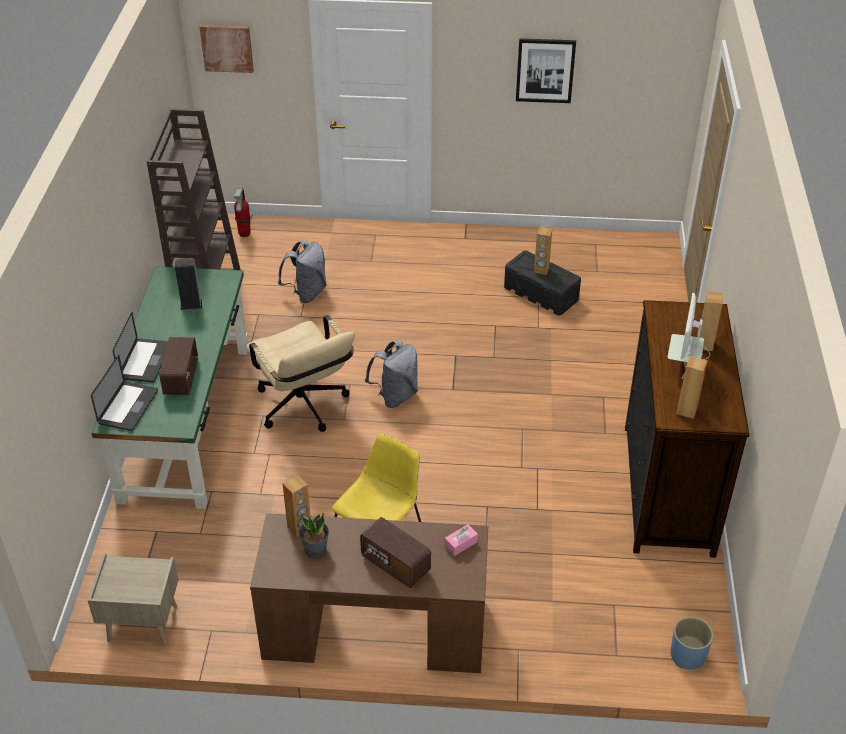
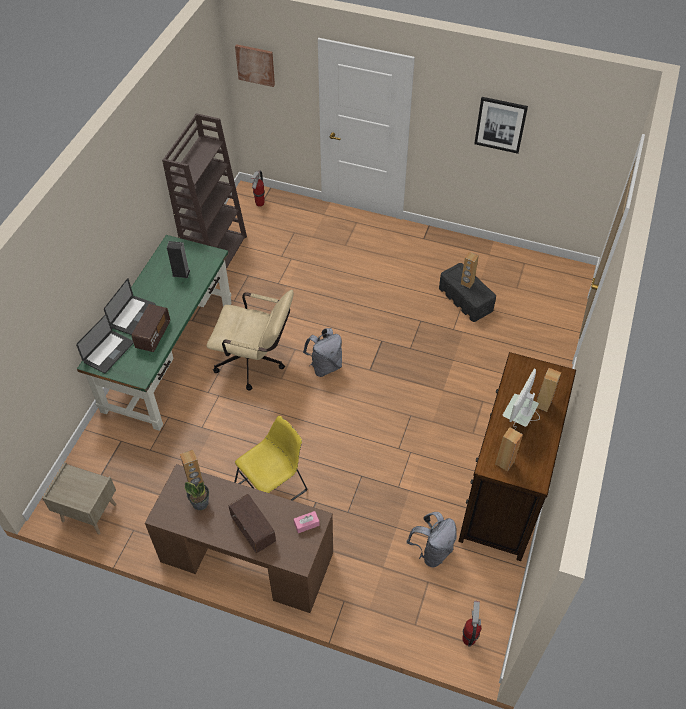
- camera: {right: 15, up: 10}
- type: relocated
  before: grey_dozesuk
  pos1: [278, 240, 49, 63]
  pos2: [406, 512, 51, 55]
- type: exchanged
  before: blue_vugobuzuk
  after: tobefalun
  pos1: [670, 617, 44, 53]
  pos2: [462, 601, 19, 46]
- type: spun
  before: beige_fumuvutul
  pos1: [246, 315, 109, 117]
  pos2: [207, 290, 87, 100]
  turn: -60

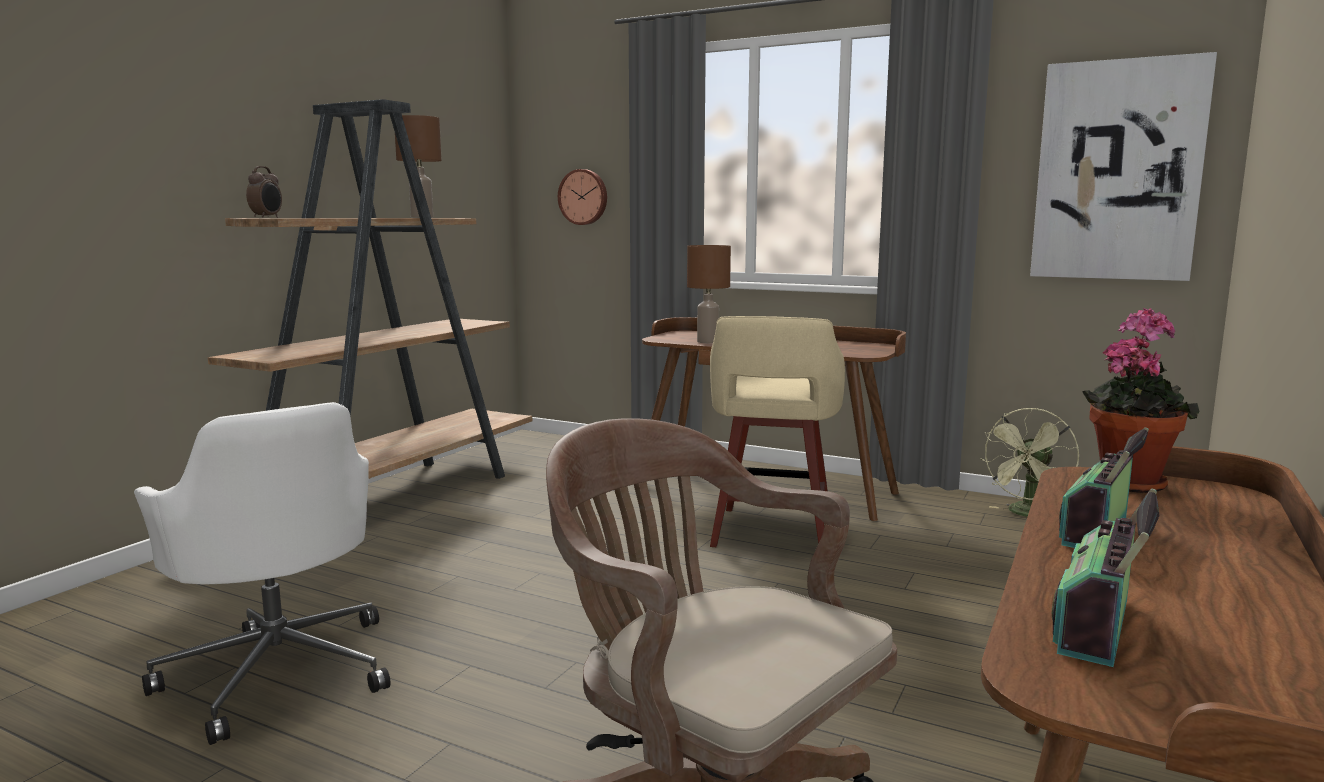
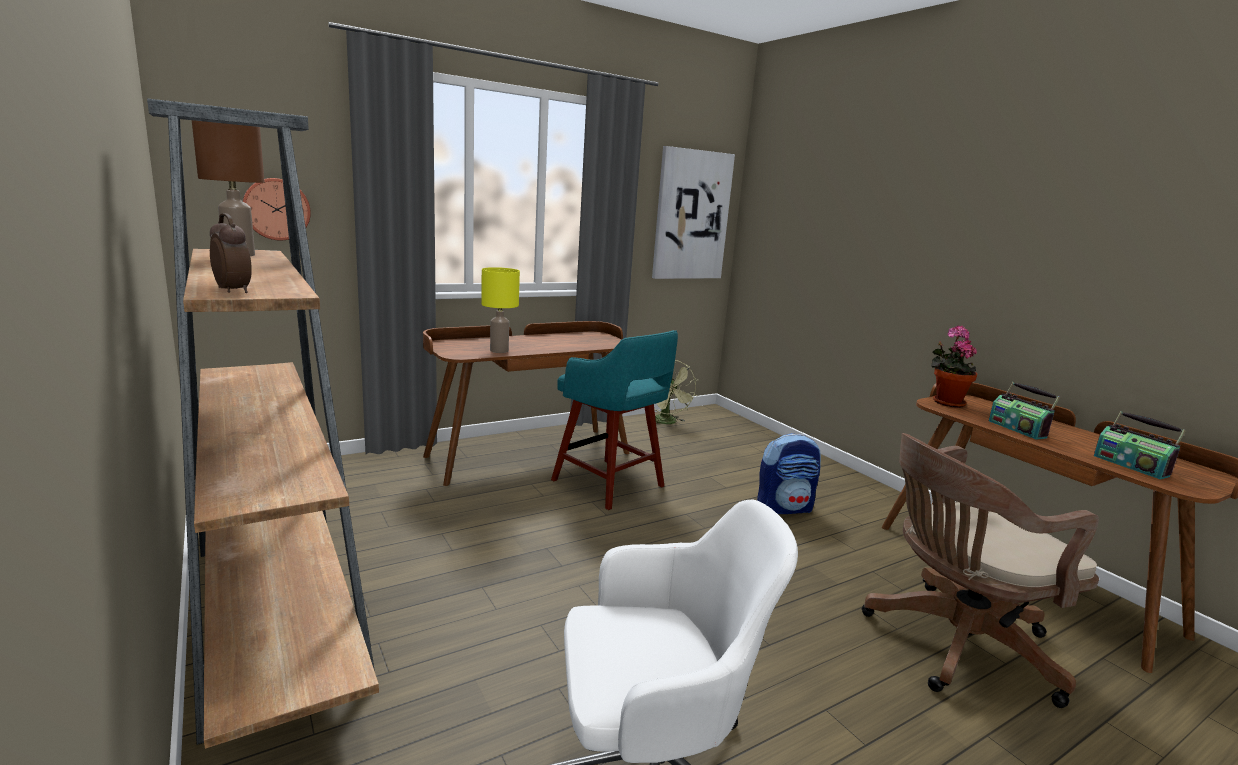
- camera: {right: -60, up: 5}
- type: appeared
  after: dozesuk
  pos2: [757, 433, 64, 81]
- type: colour
  before: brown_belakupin
  after: yellow_belakupin
  pos1: [687, 245, 44, 98]
  pos2: [481, 267, 39, 86]
- type: colour
  before: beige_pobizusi
  after: turquoise_pobizusi
  pos1: [710, 316, 135, 231]
  pos2: [551, 330, 127, 180]

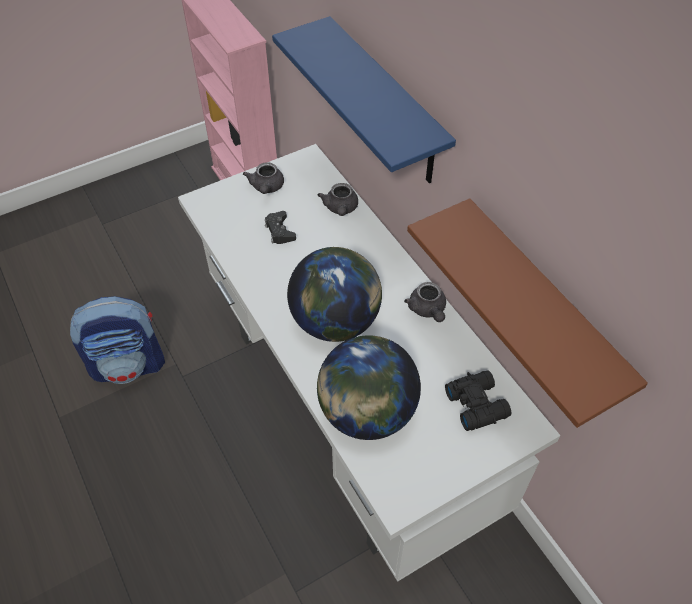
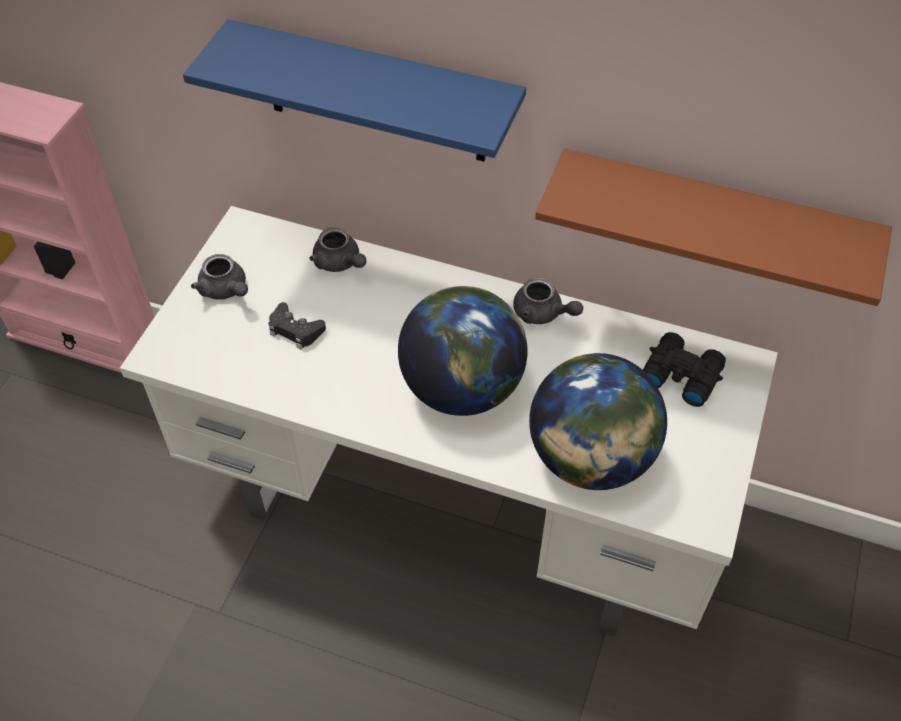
- camera: {right: -40, up: 0}
- type: missing
  before: dozesuk
  pos1: [70, 296, 95, 88]

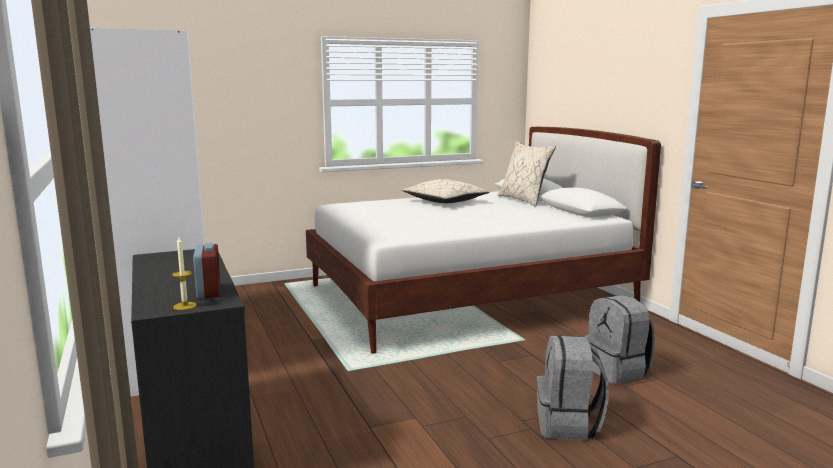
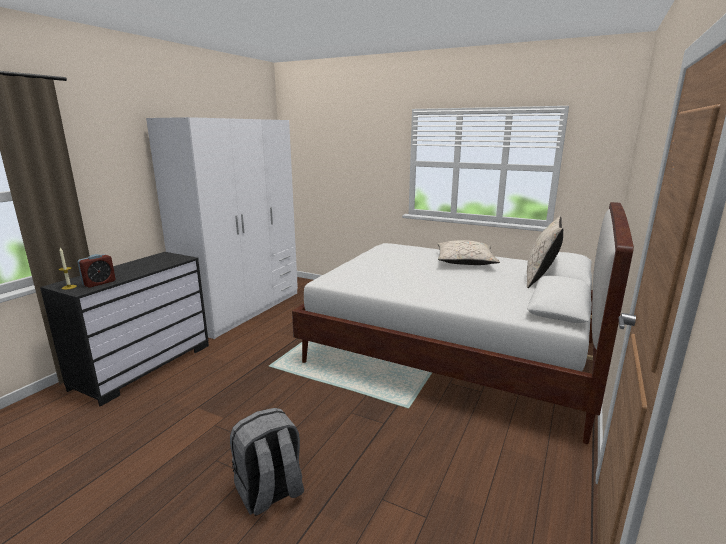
- camera: {right: 50, up: 5}
- type: missing
  before: grey_dozesuk
  pos1: [584, 295, 71, 89]

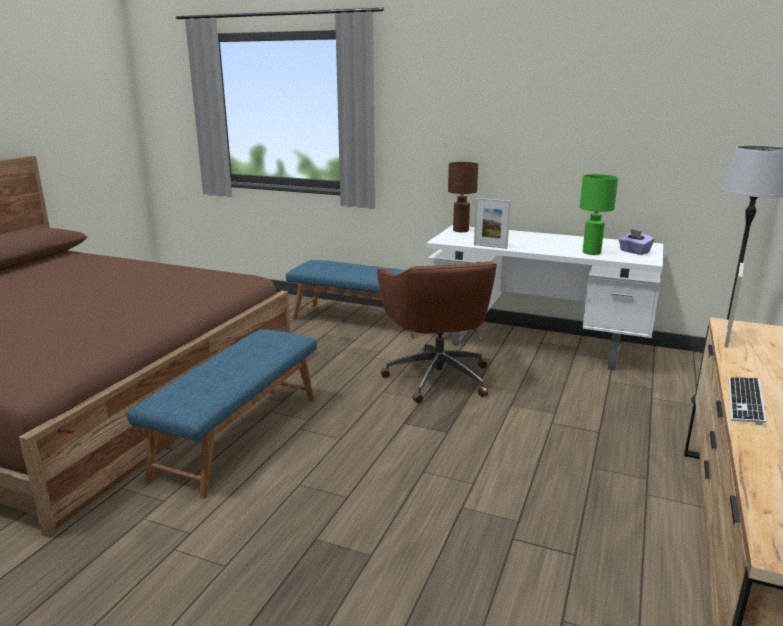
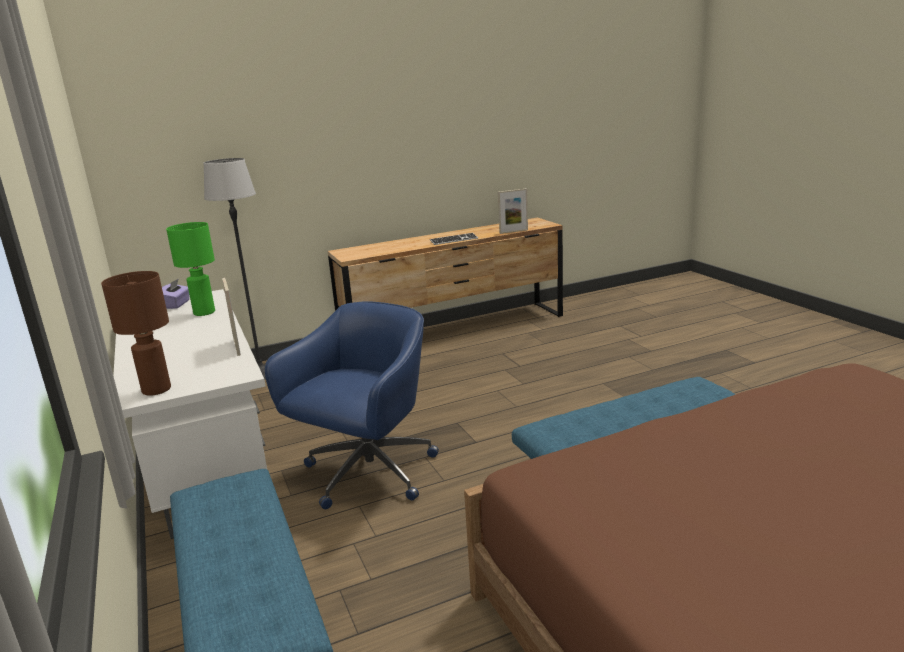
- camera: {right: -135, up: 0}
- type: relocated
  before: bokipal
  pos1: [724, 263, 20, 85]
  pos2: [498, 189, 30, 45]
- type: colour
  before: brown_fumuvutul
  after: blue_fumuvutul
  pos1: [377, 262, 120, 141]
  pos2: [265, 301, 174, 208]

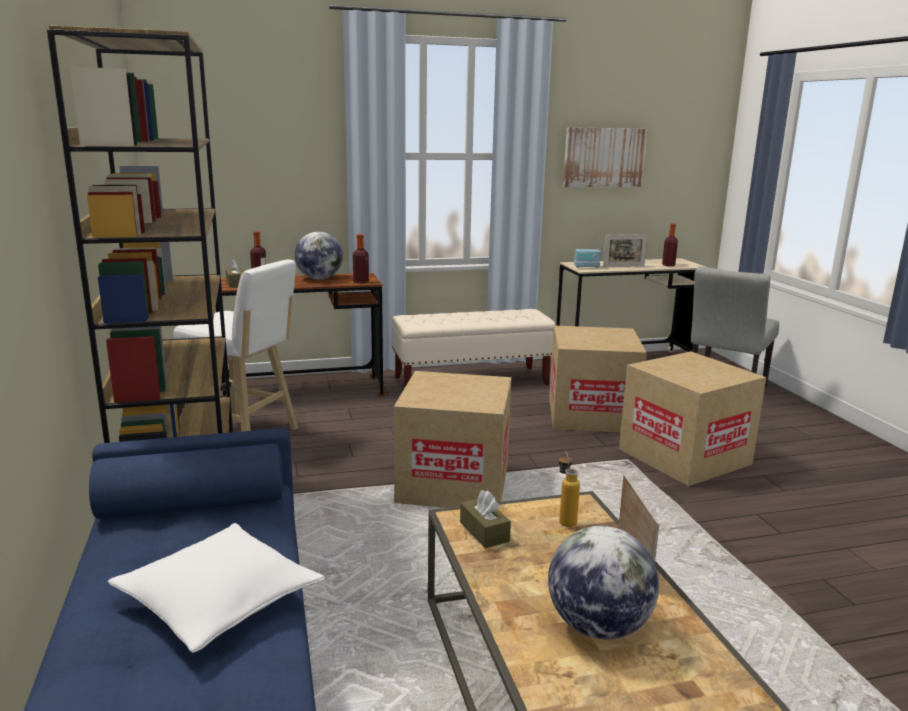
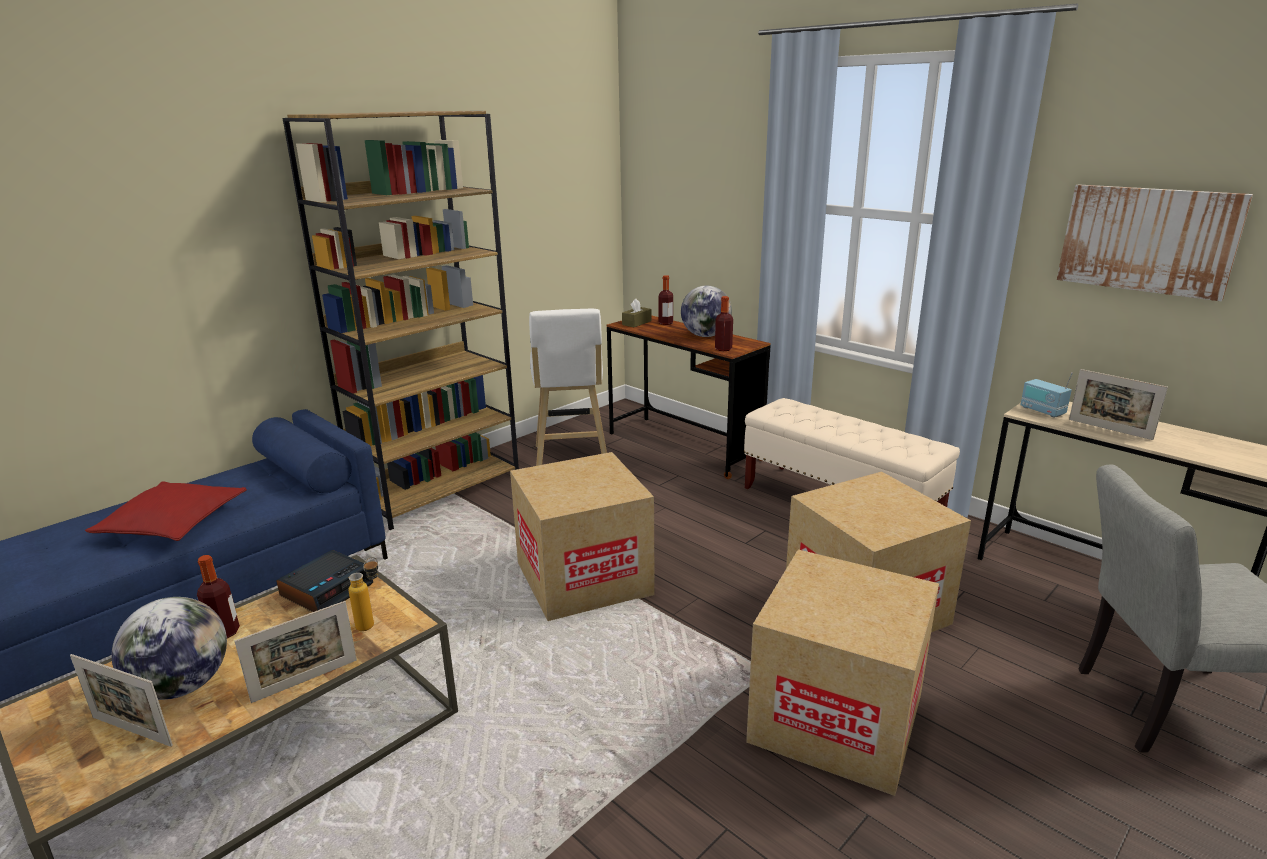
- camera: {right: 60, up: 5}
- type: appeared
  after: bokipal
  pos2: [70, 654, 103, 93]
- type: relocated
  before: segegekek
  pos1: [662, 223, 16, 43]
  pos2: [197, 555, 43, 83]
- type: exchanged
  before: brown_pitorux
  after: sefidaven
  pos1: [460, 490, 51, 58]
  pos2: [276, 550, 97, 62]
- type: colour
  before: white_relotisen
  after: red_relotisen
  pos1: [108, 523, 217, 130]
  pos2: [85, 481, 162, 60]

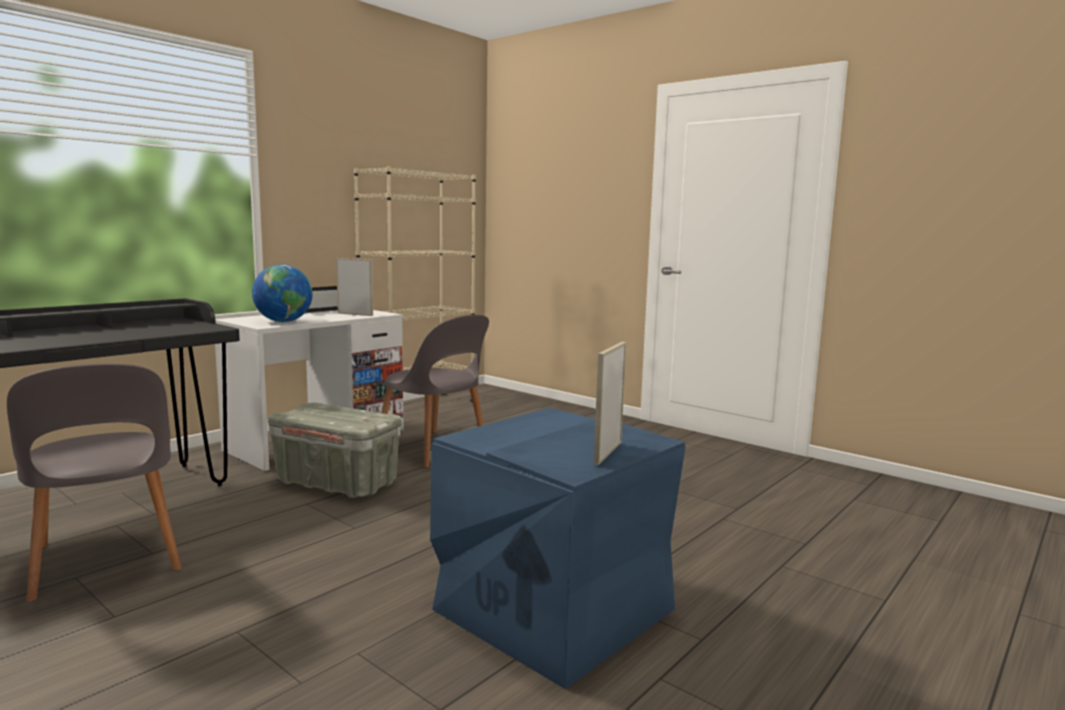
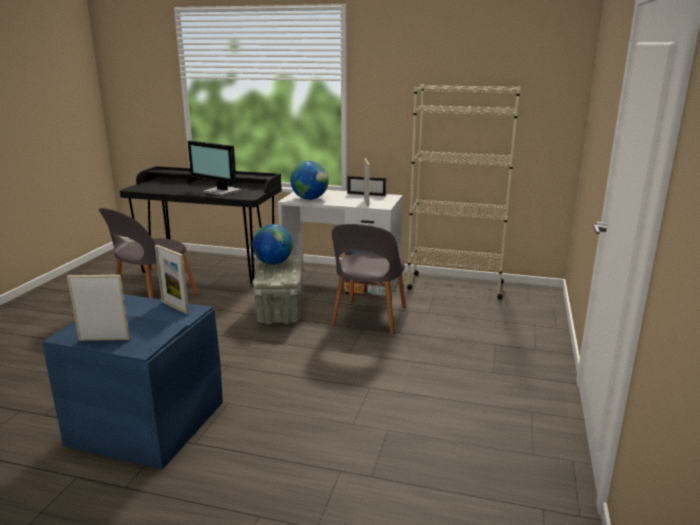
- camera: {right: 65, up: 10}
- type: appeared
  after: bokipal
  pos2: [155, 245, 34, 69]
- type: appeared
  after: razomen
  pos2: [188, 140, 54, 56]
- type: appeared
  after: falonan
  pos2: [252, 224, 41, 41]

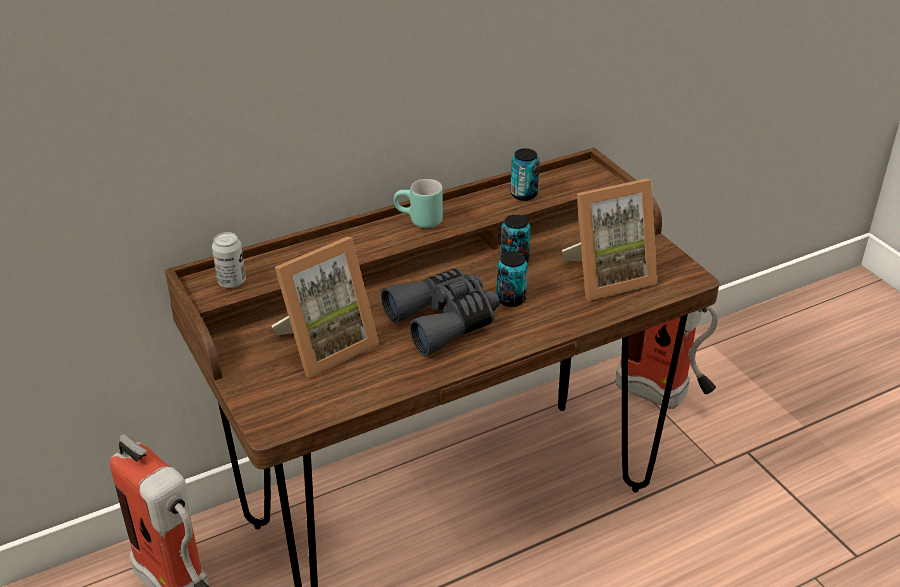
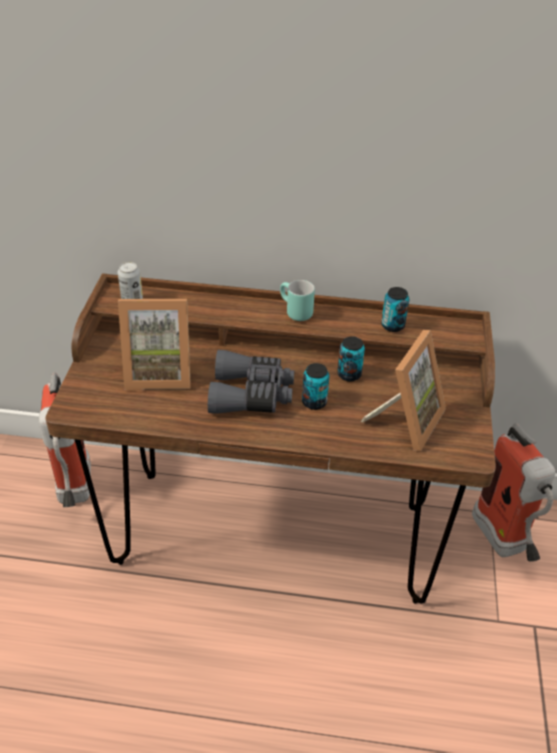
- camera: {right: 35, up: 5}
- type: spun
  before: bokipal
  pos1: [562, 178, 95, 123]
  pos2: [361, 330, 85, 122]
  turn: -75

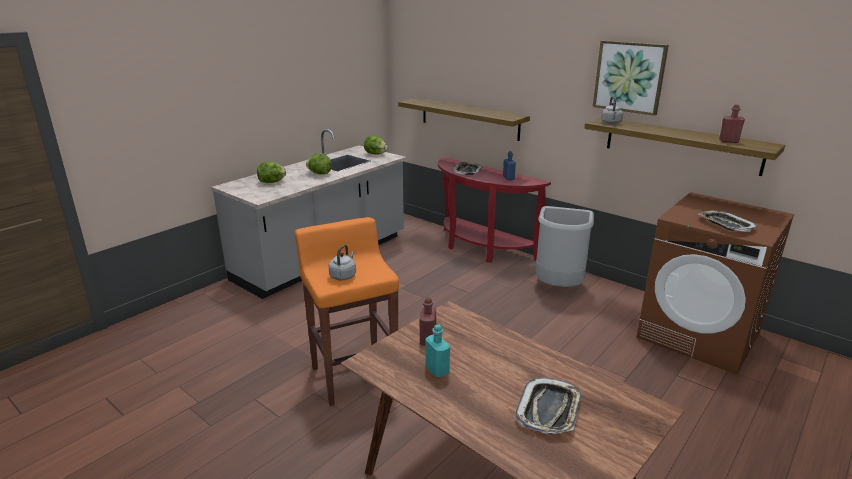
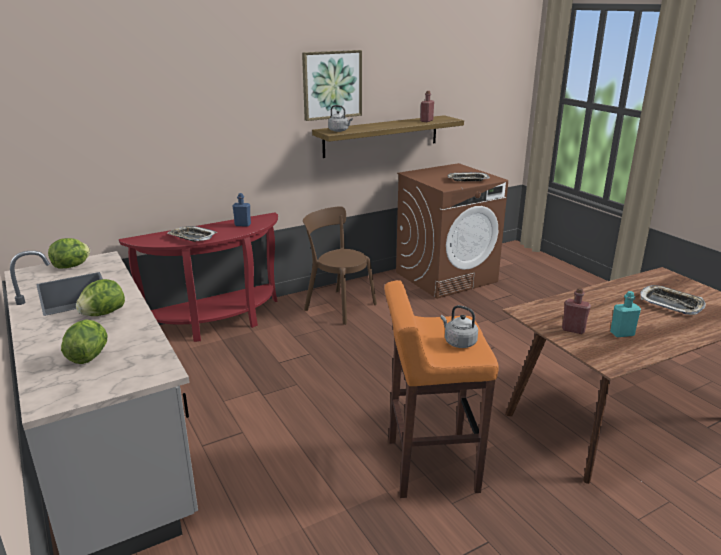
- camera: {right: -70, up: 0}
- type: missing
  before: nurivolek
  pos1: [398, 98, 132, 43]
- type: exchanged
  before: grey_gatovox
  after: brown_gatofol
  pos1: [536, 206, 58, 81]
  pos2: [303, 206, 74, 119]

